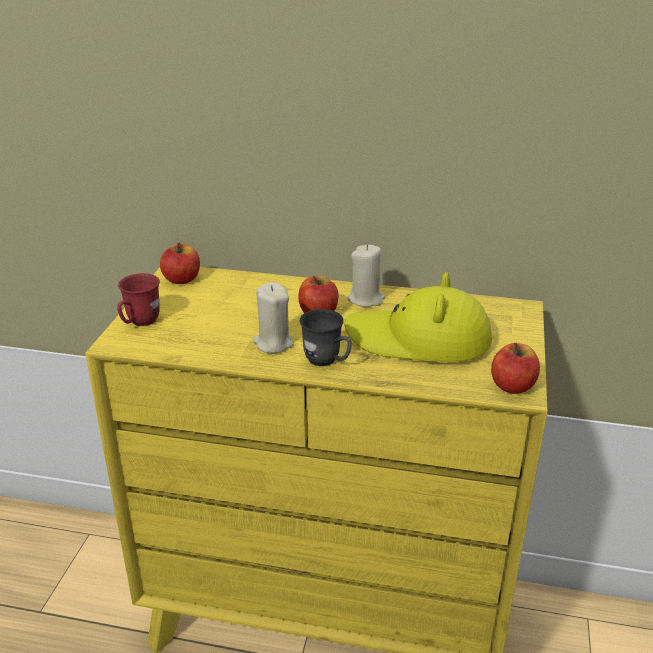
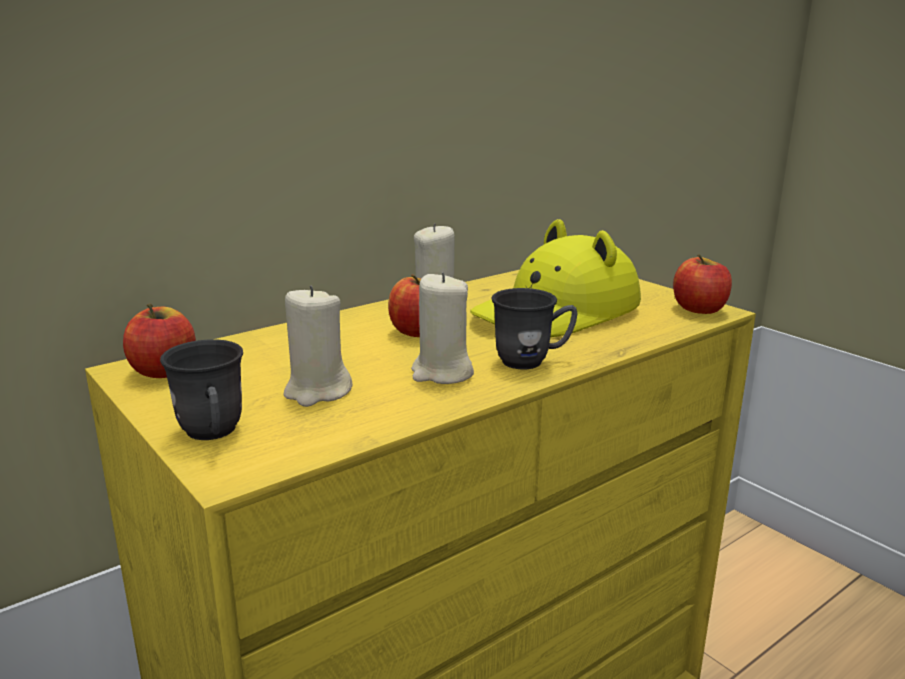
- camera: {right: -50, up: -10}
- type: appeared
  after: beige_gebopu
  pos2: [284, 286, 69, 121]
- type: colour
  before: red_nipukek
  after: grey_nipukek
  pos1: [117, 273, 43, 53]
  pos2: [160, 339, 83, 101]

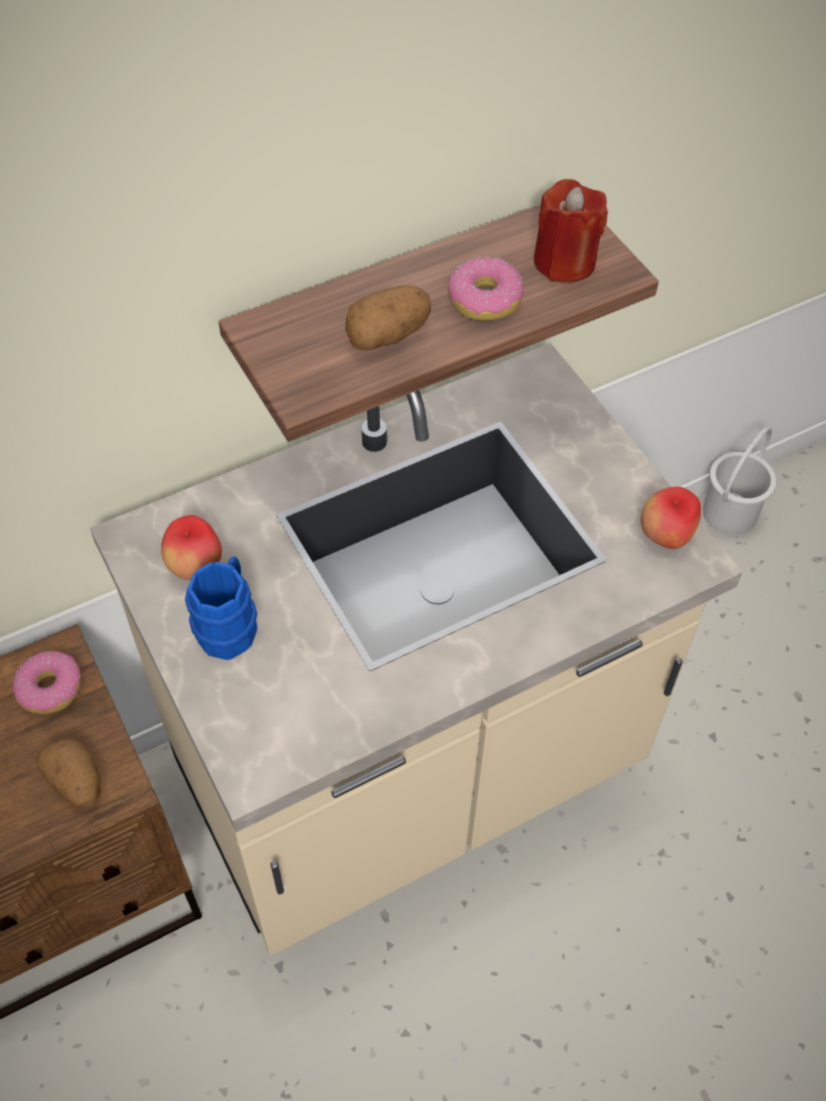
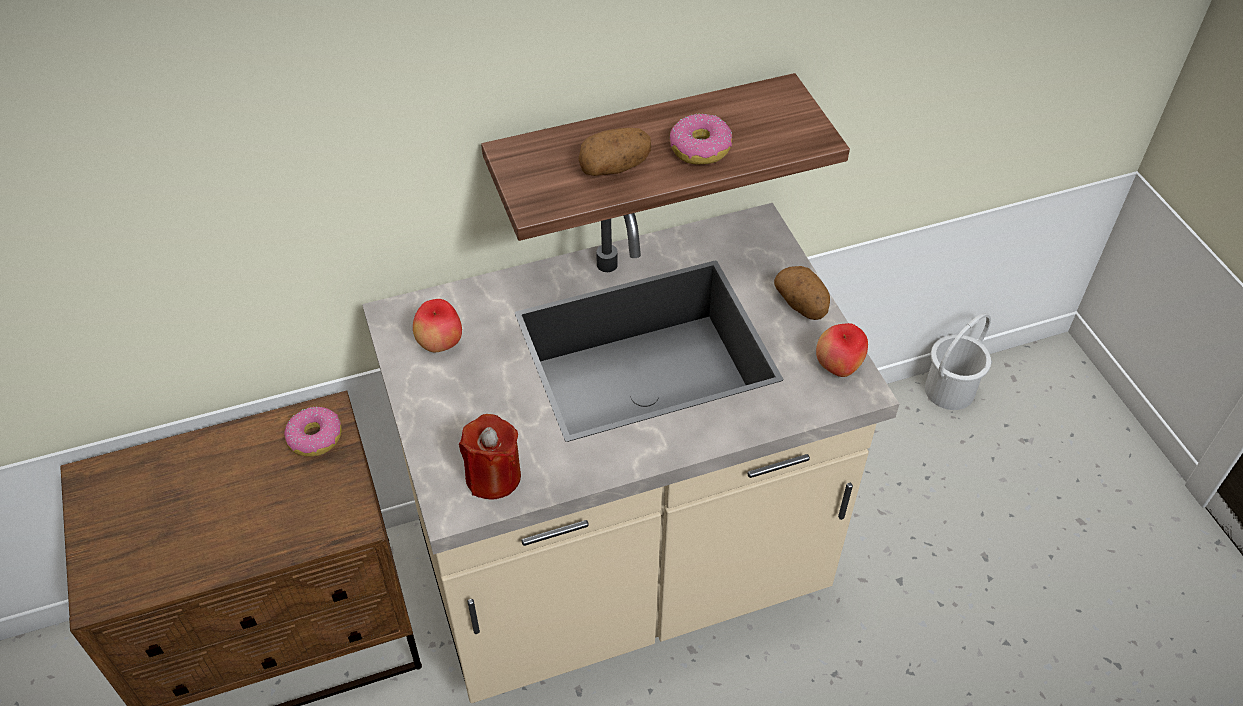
- camera: {right: 10, up: -5}
- type: missing
  before: blue_nipukek
  pos1: [185, 556, 72, 104]
- type: relocated
  before: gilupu
  pos1: [37, 739, 63, 70]
  pos2: [774, 266, 56, 54]
- type: relocated
  before: red_gebopu
  pos1: [534, 179, 74, 104]
  pos2: [459, 414, 62, 86]

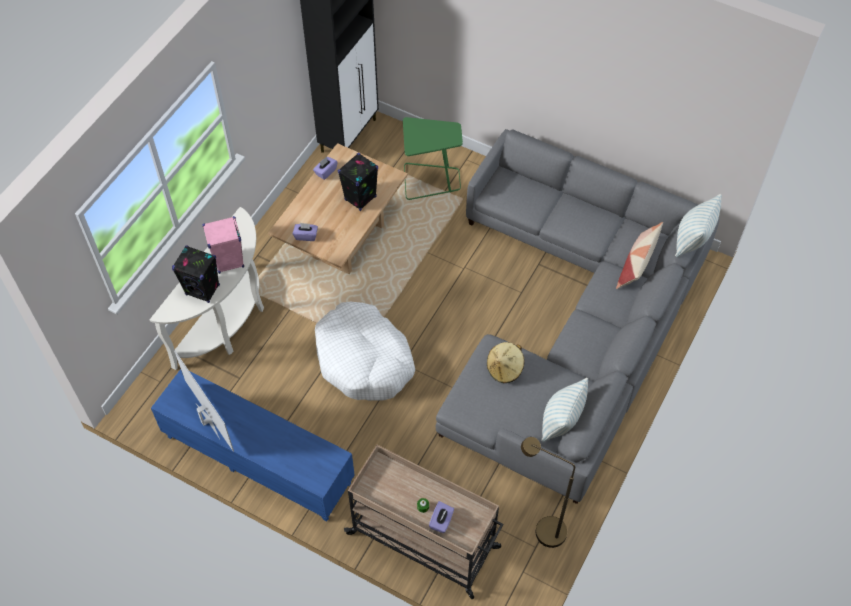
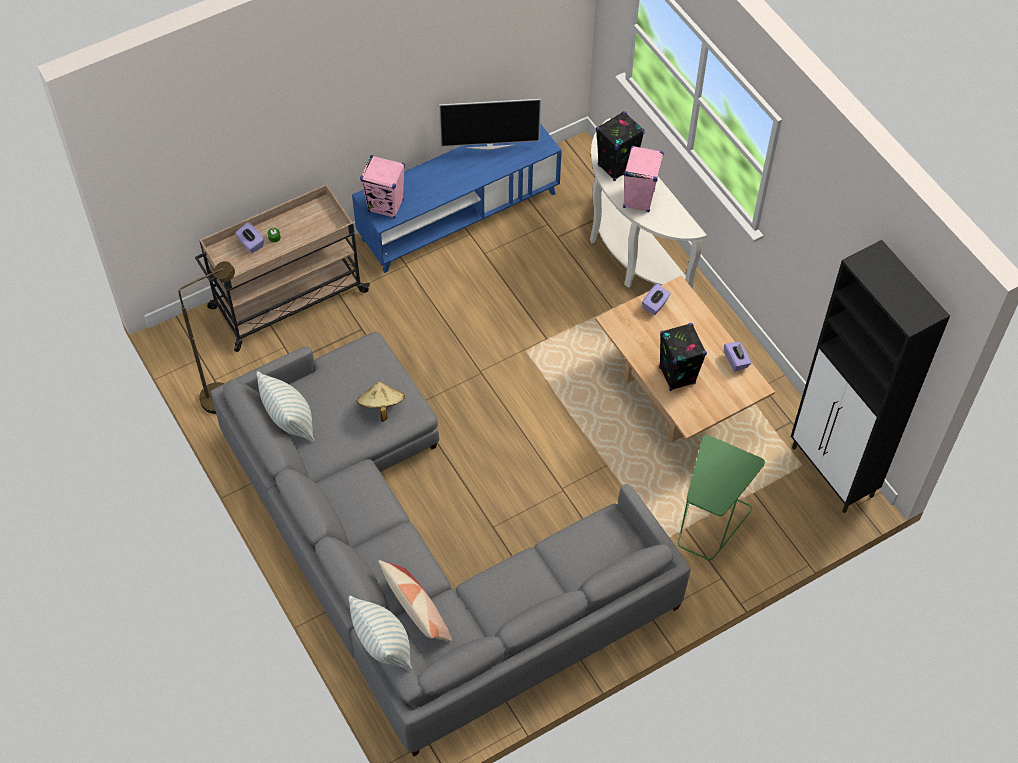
- camera: {right: 120, up: 0}
- type: missing
  before: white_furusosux
  pos1: [315, 302, 100, 99]
- type: appeared
  after: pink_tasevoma
  pos2: [360, 155, 45, 64]

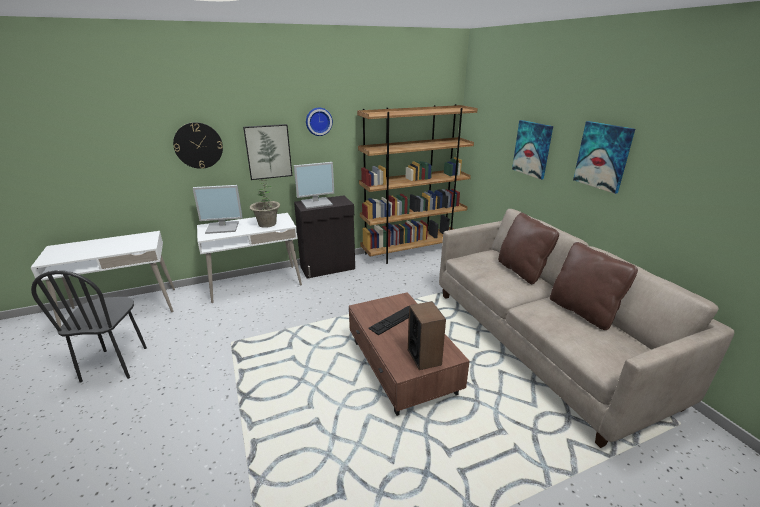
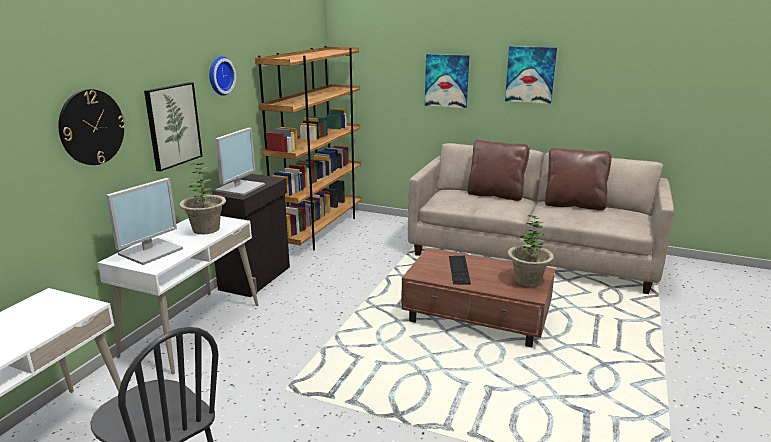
- camera: {right: -45, up: -5}
- type: exchanged
  before: tasevoma
  after: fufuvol
  pos1: [408, 301, 38, 69]
  pos2: [508, 215, 46, 72]

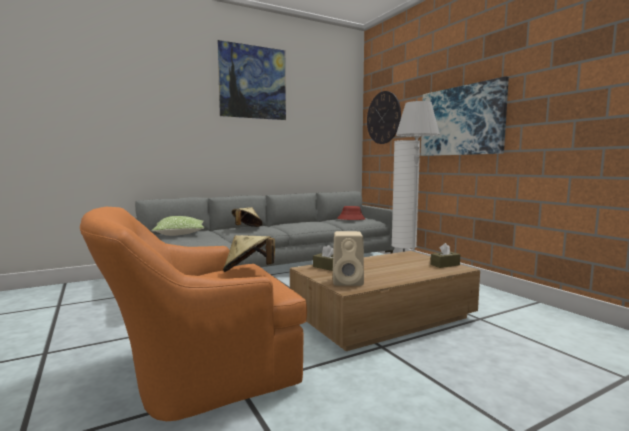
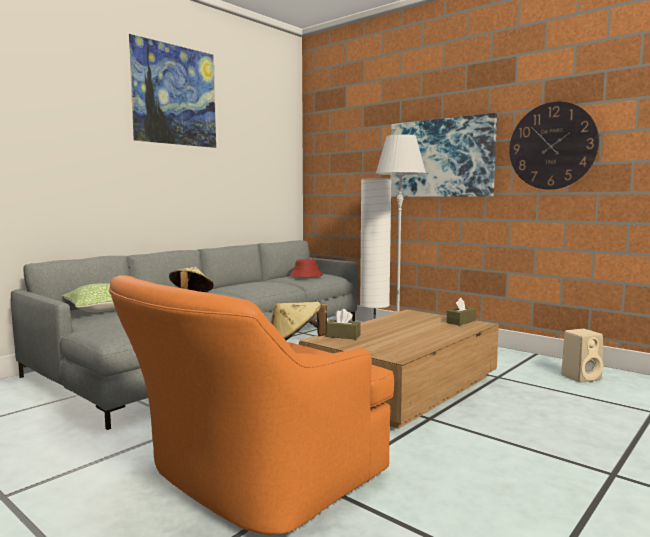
- camera: {right: -20, up: 0}
- type: relocated
  before: beige_tasevoma
  pos1: [333, 231, 31, 55]
  pos2: [561, 329, 42, 54]
- type: relocated
  before: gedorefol
  pos1: [367, 91, 34, 53]
  pos2: [509, 102, 90, 87]

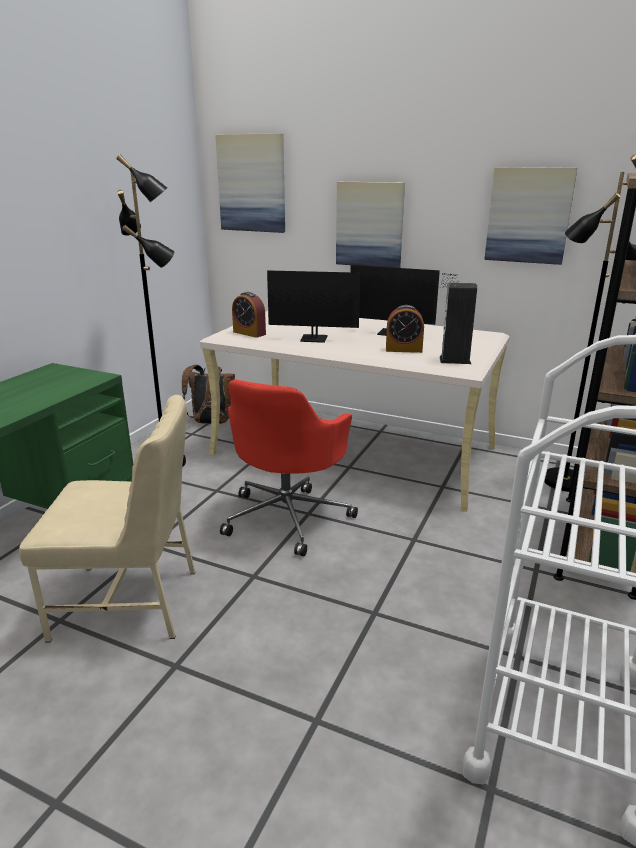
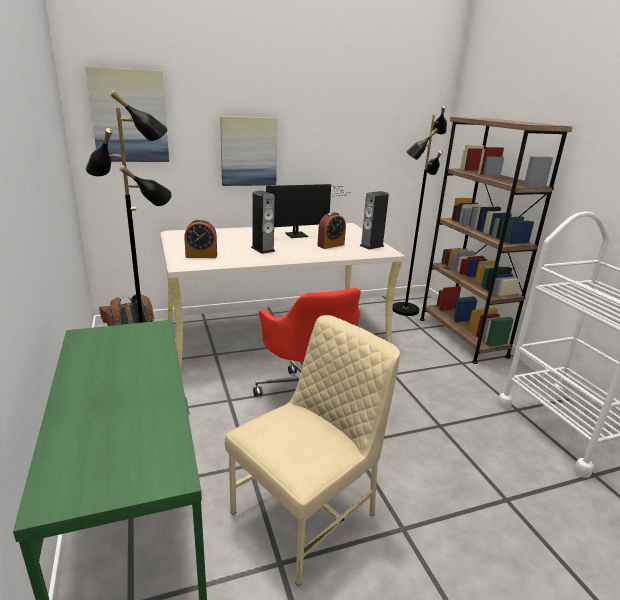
- camera: {right: -45, up: 0}
- type: missing
  before: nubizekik
  pos1: [484, 167, 93, 98]
- type: exchanged
  before: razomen
  after: tasevoma
  pos1: [267, 270, 124, 73]
  pos2: [251, 191, 24, 63]

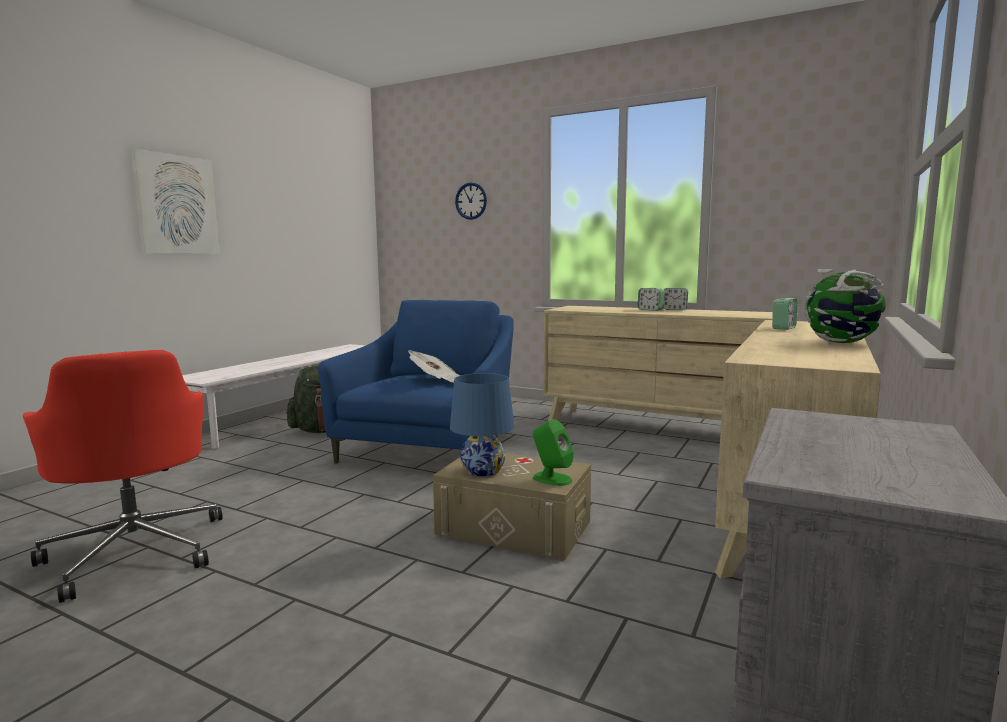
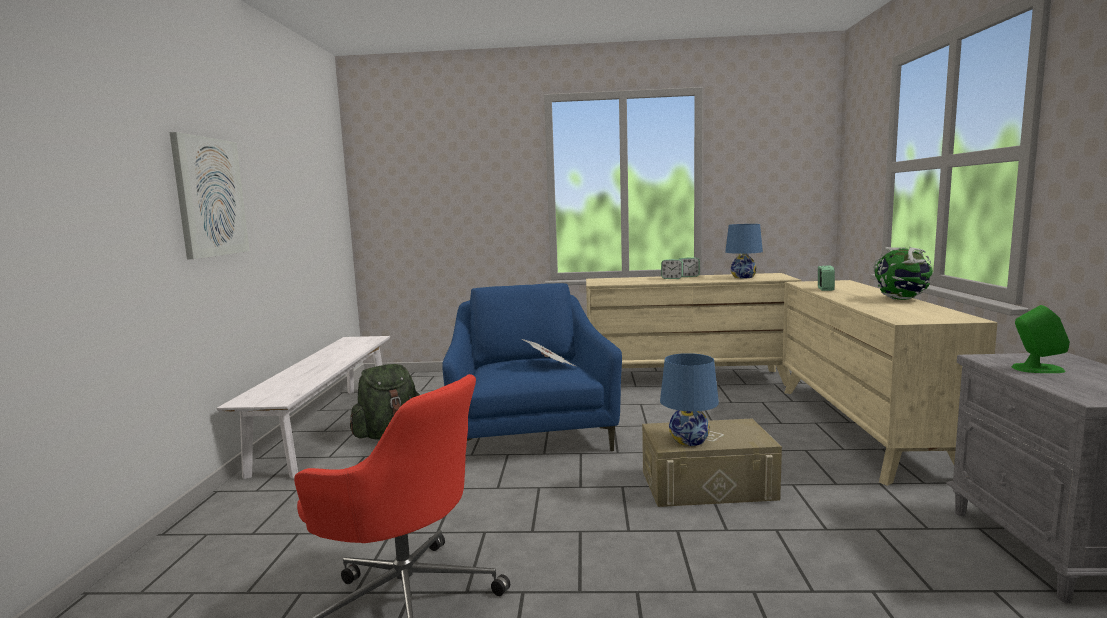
- camera: {right: -25, up: 0}
- type: missing
  before: gedorefol
  pos1: [455, 182, 32, 38]
- type: appeared
  after: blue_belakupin
  pos2: [725, 224, 38, 54]
- type: relocated
  before: green_tasevoma
  pos1: [533, 419, 40, 67]
  pos2: [1012, 305, 58, 68]

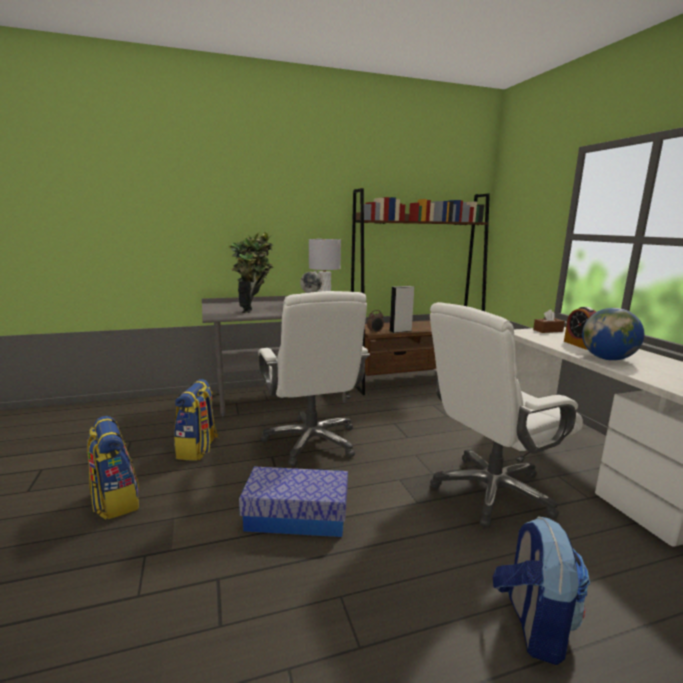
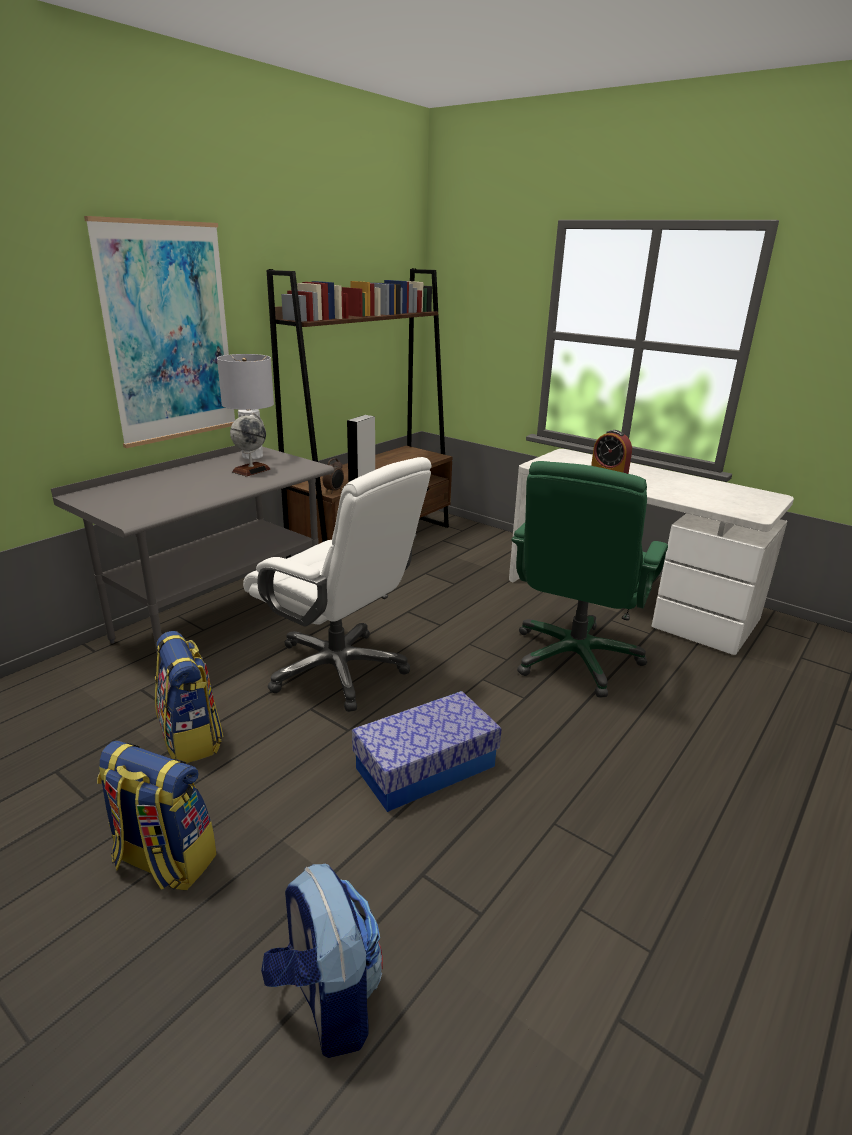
- camera: {right: -35, up: 10}
- type: missing
  before: fufuvol
  pos1: [228, 232, 46, 81]
- type: missing
  before: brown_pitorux
  pos1: [533, 309, 32, 24]
- type: missing
  before: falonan
  pos1: [582, 308, 62, 53]
- type: appeared
  after: nubizekik
  pos2: [84, 216, 151, 232]
- type: relocated
  before: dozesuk
  pos1: [493, 516, 97, 149]
  pos2: [261, 864, 122, 194]
- type: colour
  before: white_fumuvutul
  after: green_fumuvutul
  pos1: [430, 302, 153, 226]
  pos2: [511, 461, 157, 237]

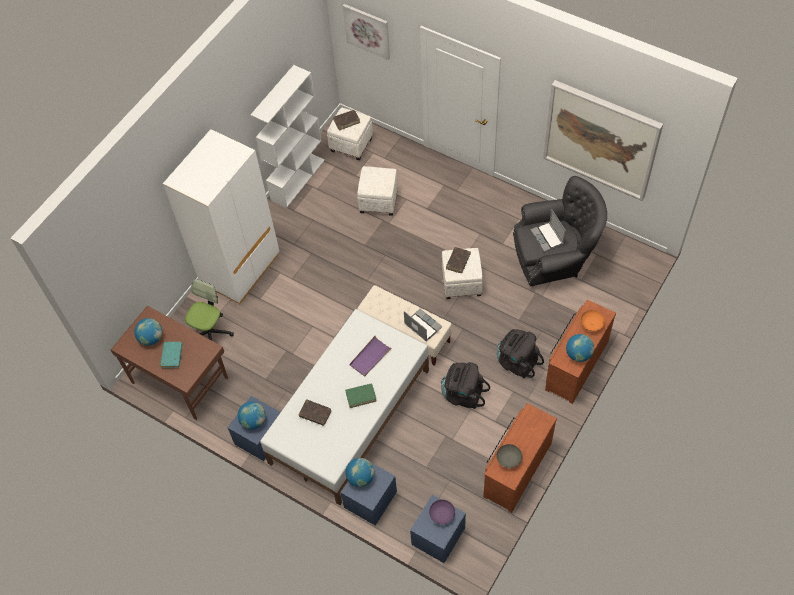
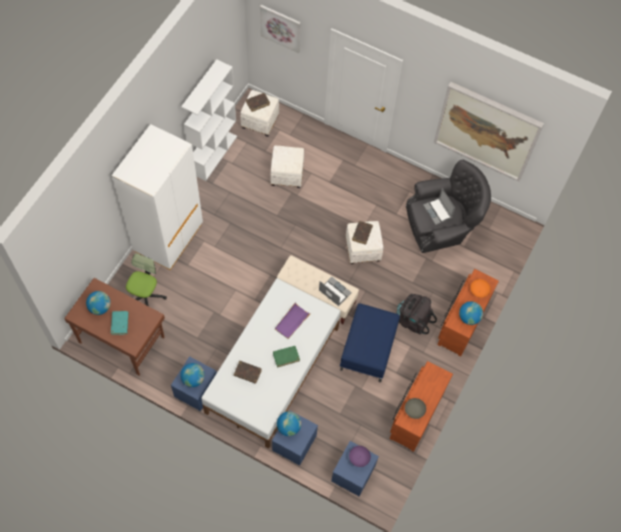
- camera: {right: -10, up: 5}
- type: exchanged
  before: black_dozesuk
  after: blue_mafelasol
  pos1: [441, 362, 49, 47]
  pos2: [340, 304, 60, 78]

